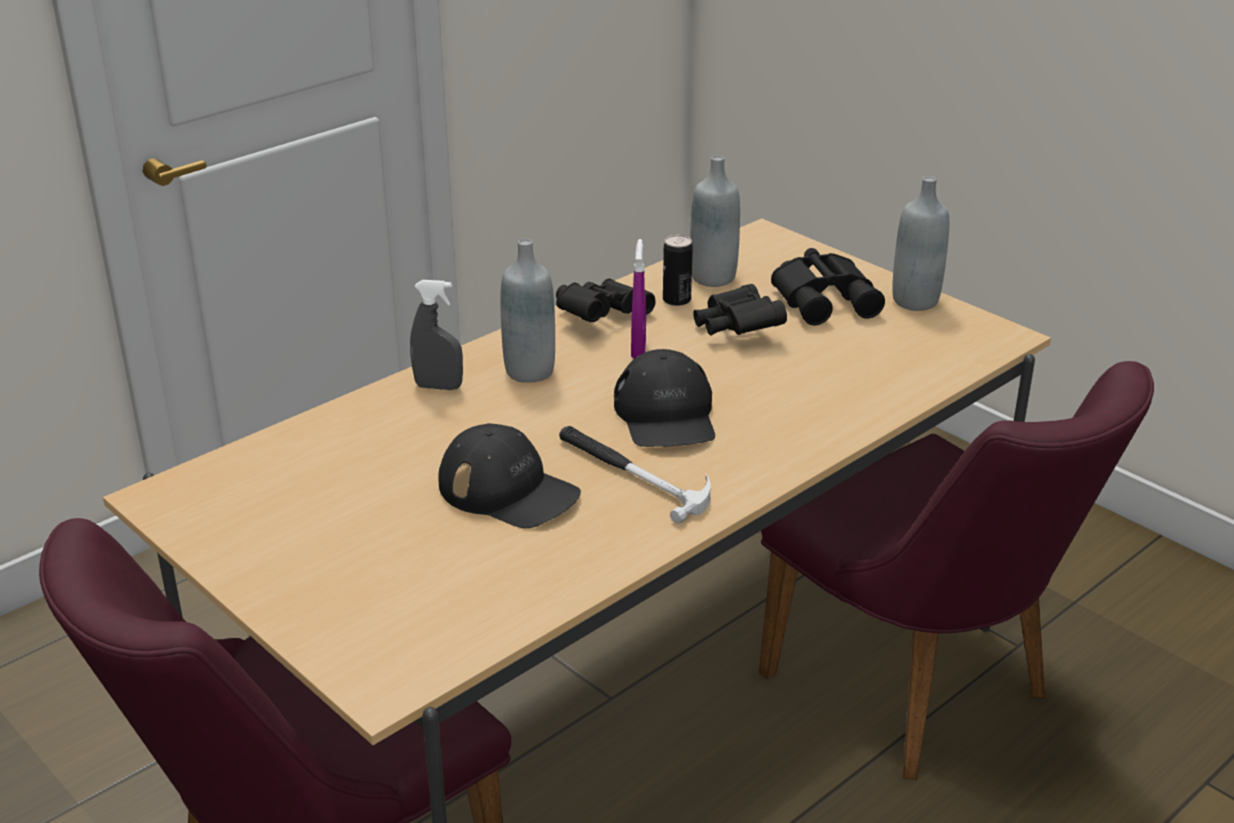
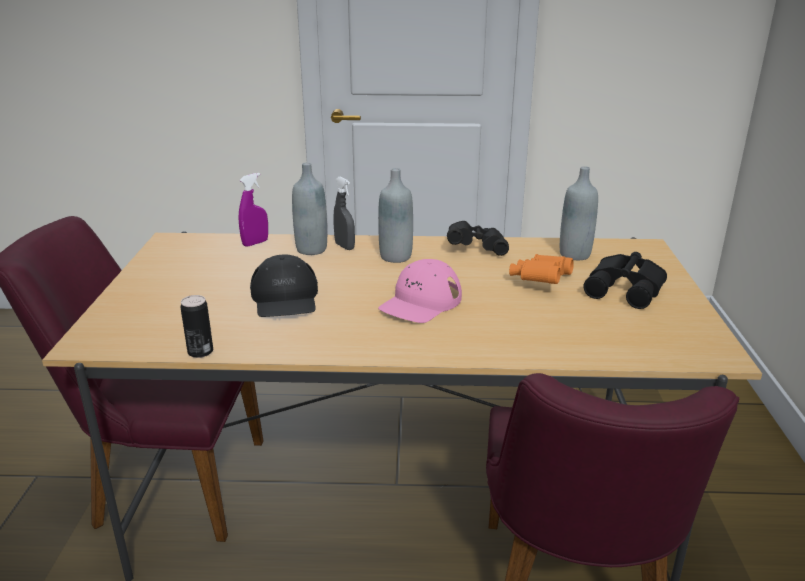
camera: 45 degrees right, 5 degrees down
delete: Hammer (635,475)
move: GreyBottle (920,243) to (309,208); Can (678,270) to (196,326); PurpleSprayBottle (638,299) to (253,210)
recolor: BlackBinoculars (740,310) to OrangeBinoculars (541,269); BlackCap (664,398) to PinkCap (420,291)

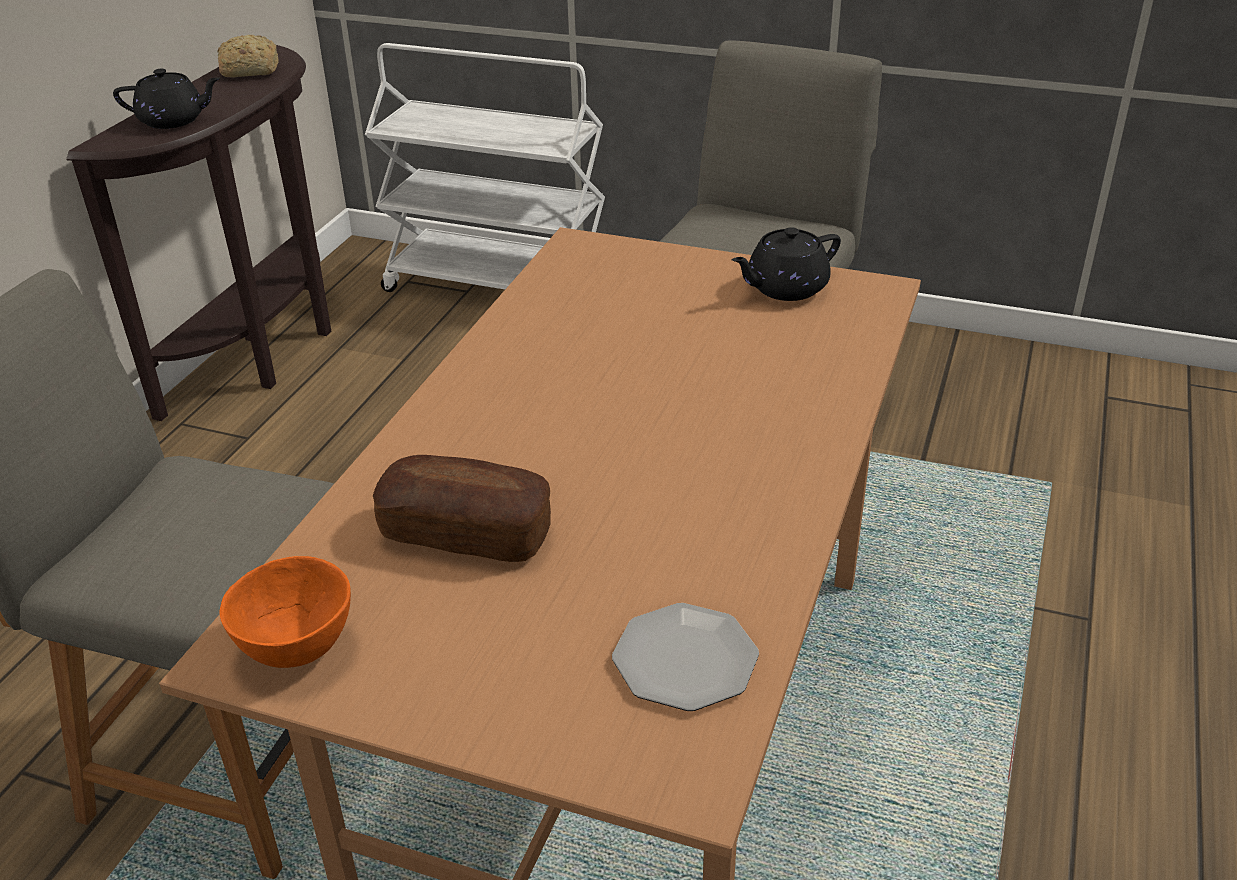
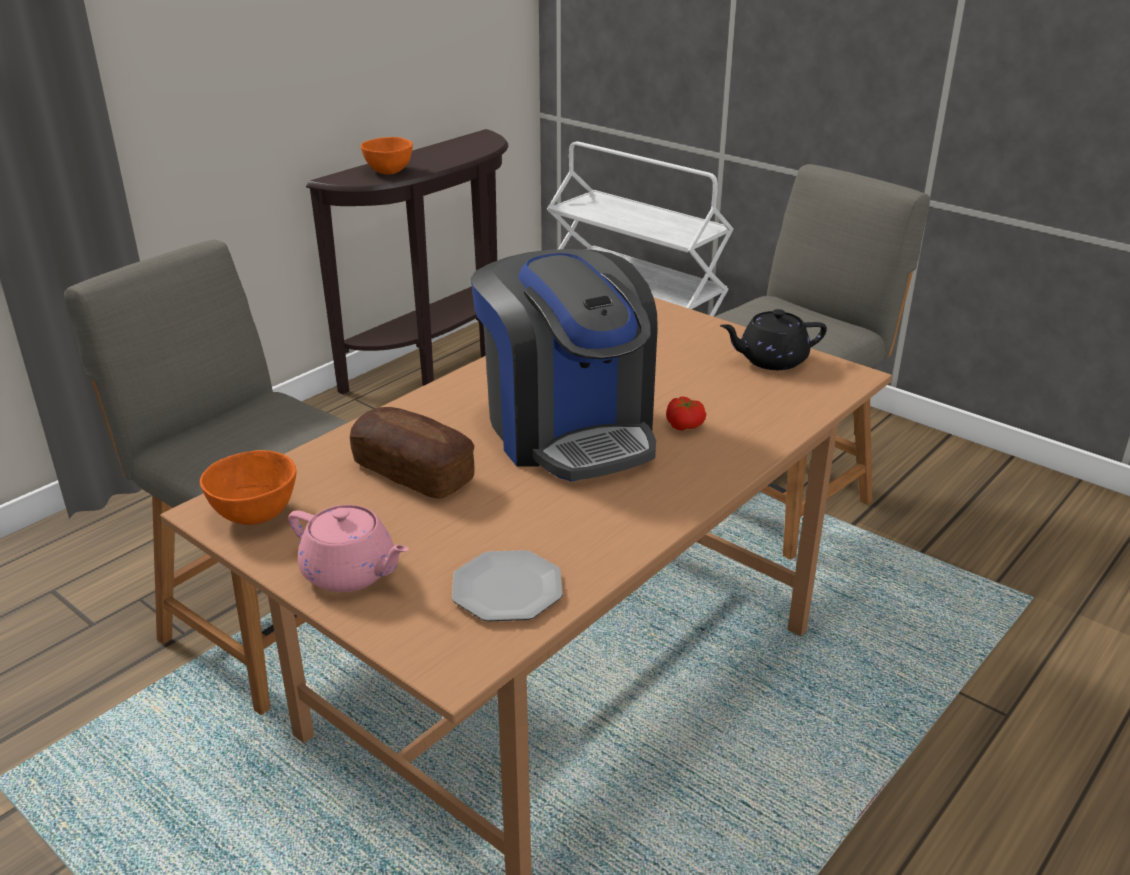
camera: 20 degrees right, 5 degrees down
delete: Bread (248,56)
insert: CoffeeMachine (564,365); Tomato (686,413); PinkTeapot (348,548)
replace: BlackTeapot (166,99) to OrangeBowl (387,155)

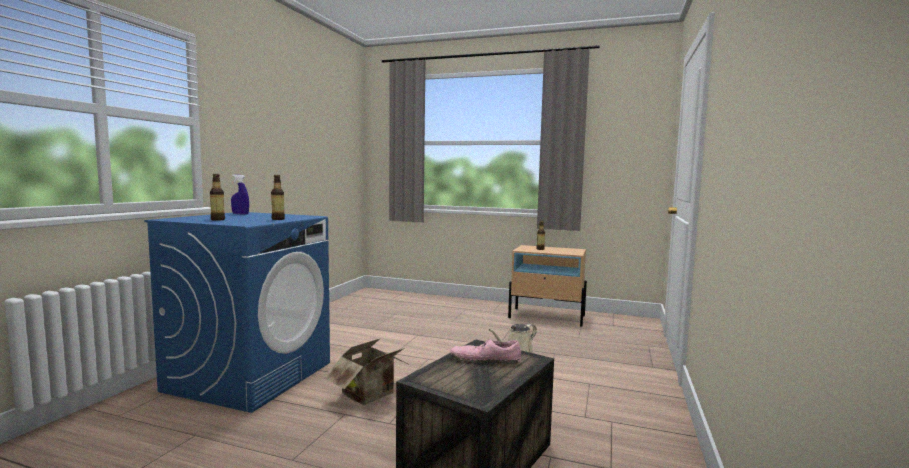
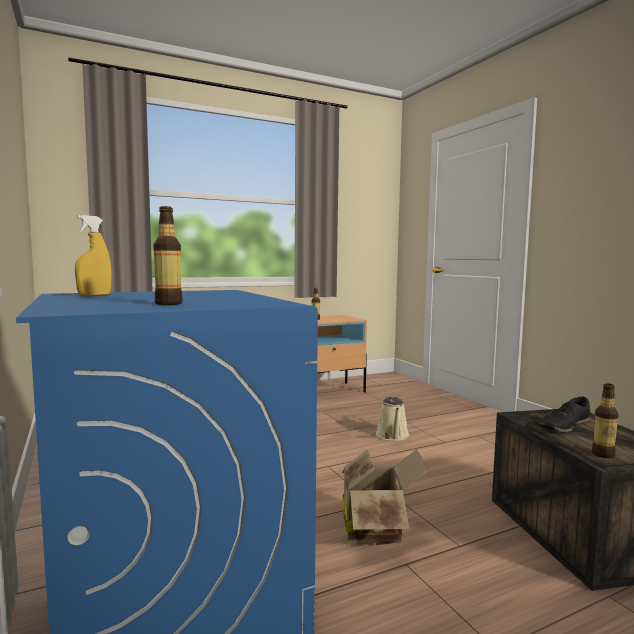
camera: 45 degrees left, 0 degrees up
move: Bottle (278,197) to (605,420)
recolor: BlueSprayBottle (240,194) to YellowSprayBottle (93,255); PinkShoe (485,351) to BlackShoe (564,415)

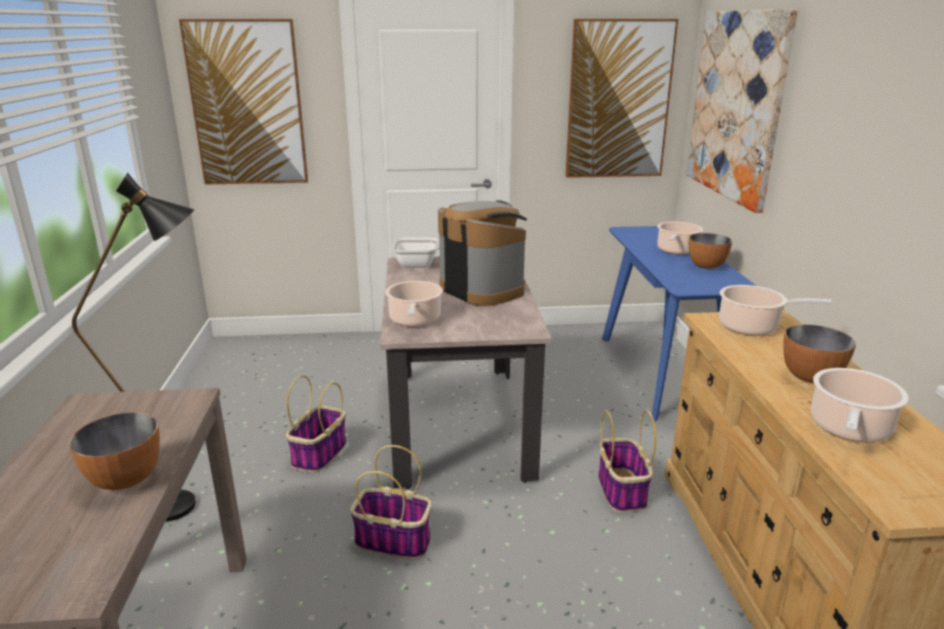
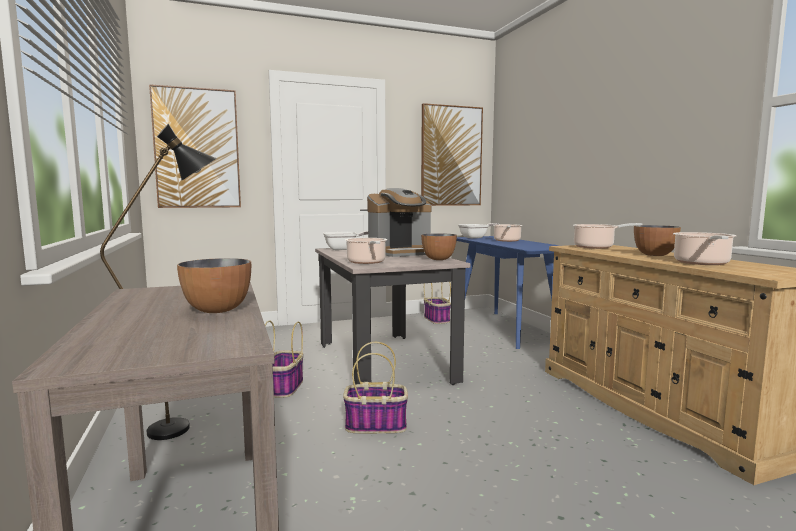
camera: 15 degrees left, 15 degrees down
delete: Picture (742,111)
insert: FryingPan (478,230)
move: Bowl (710,251) to (439,246); Basket (627,461) to (437,303)
rotate: CoffeeMachine (482,253) = (399,222) 120 degrees clockwise

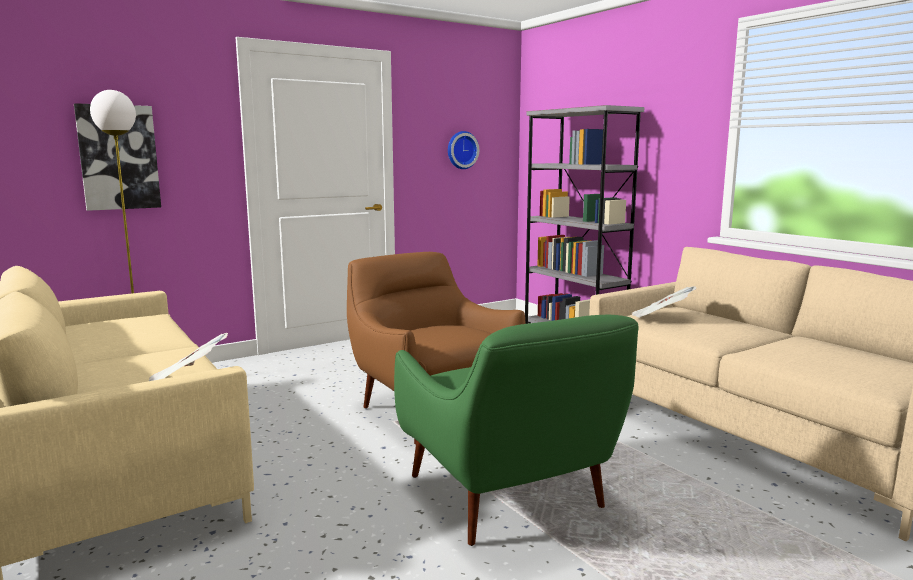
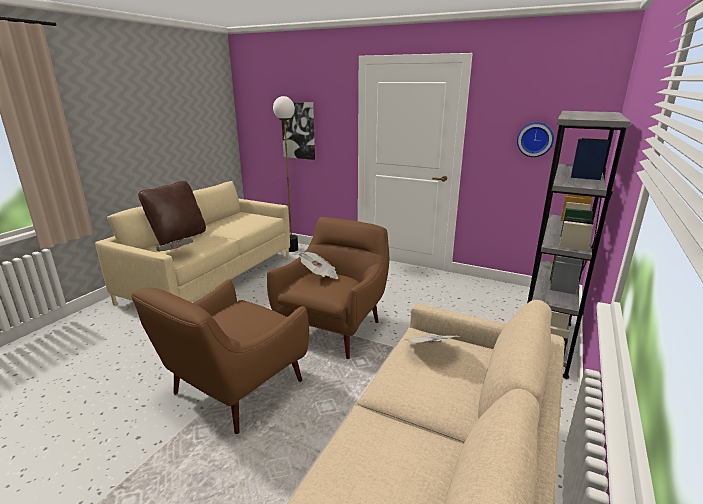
camera: 60 degrees right, 10 degrees up
insert: BrownPillow (172,213); Newspaper (318,265)
recolor: GreenArmchair (516,430) to BrownArmchair (220,356)

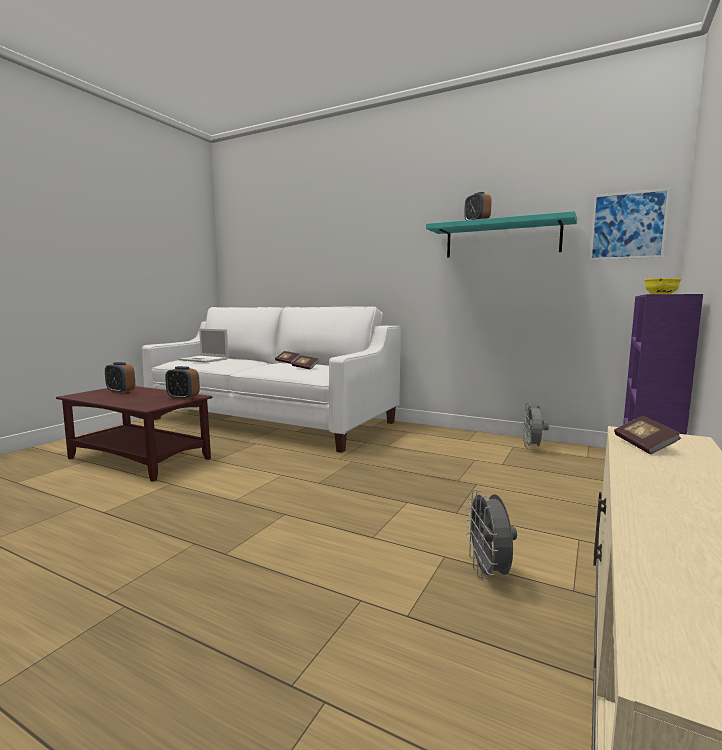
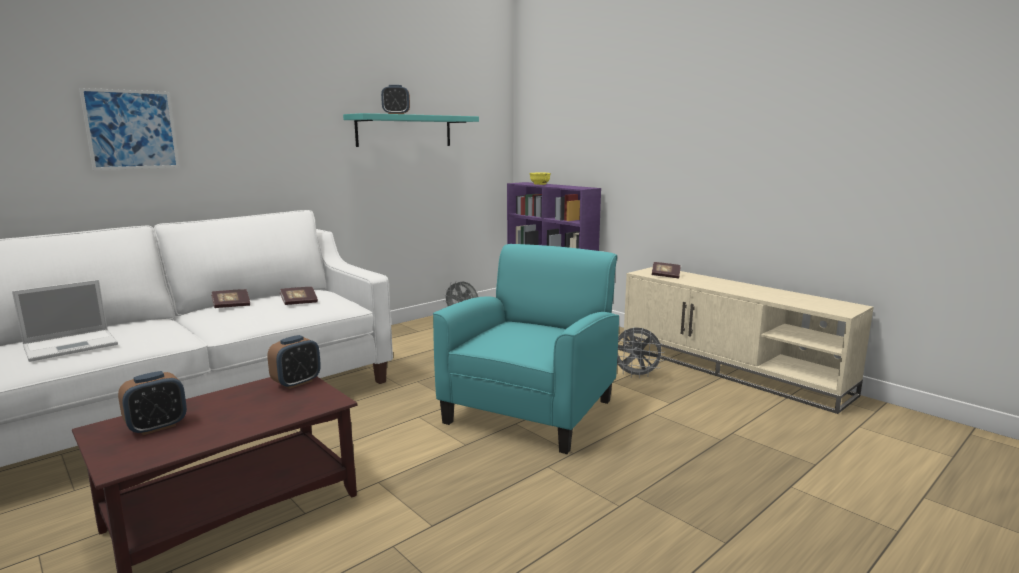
camera: 70 degrees left, 5 degrees up
insert: TurquoiseArmchair (526,349)
move: Picture (629,224) to (129,129)

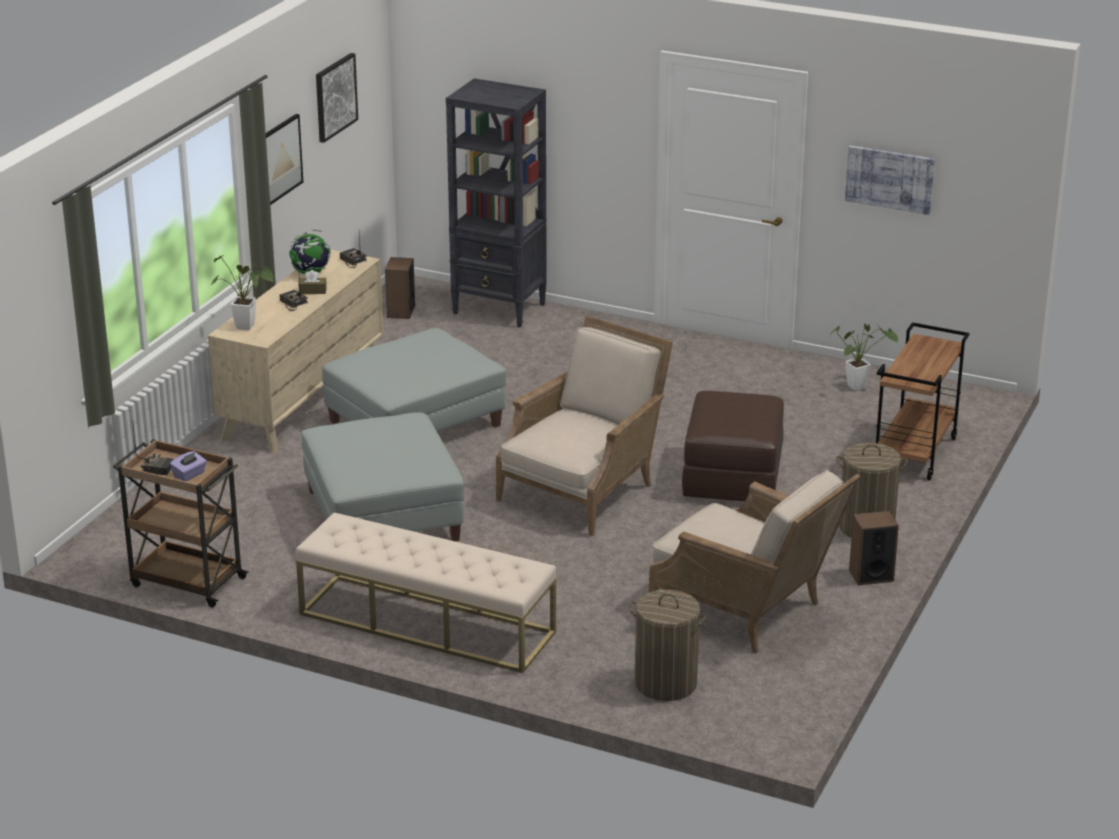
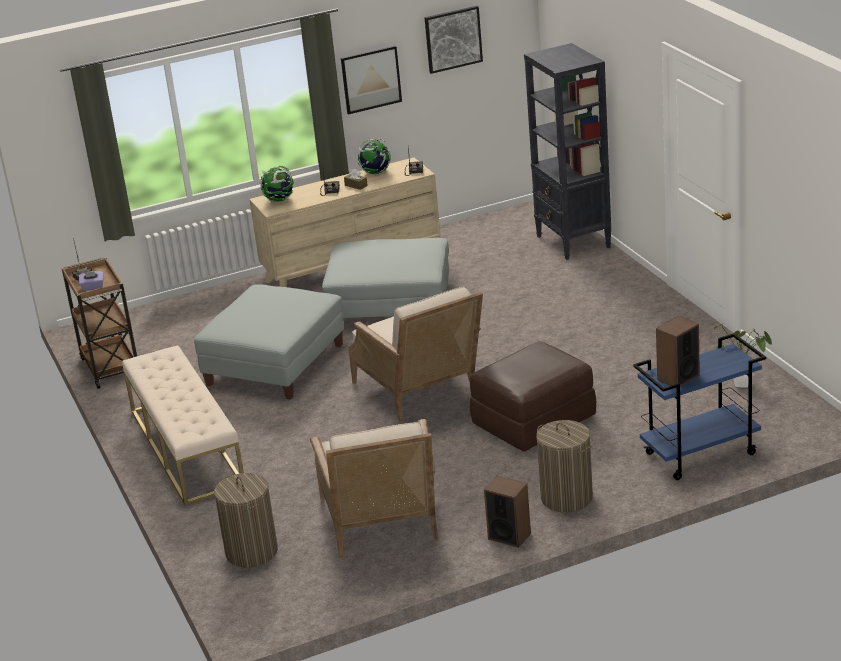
camera: 45 degrees right, 0 degrees up
delete: Picture (890,180)
move: Speaker (400,288) to (678,351)
replace: PottedPlant (242,292) to Globe (277,184)
recolor: BrownCart (923,401) to BlueCart (699,406)
rotate: BeigeArmchair (584,426) = (415,354) 75 degrees clockwise

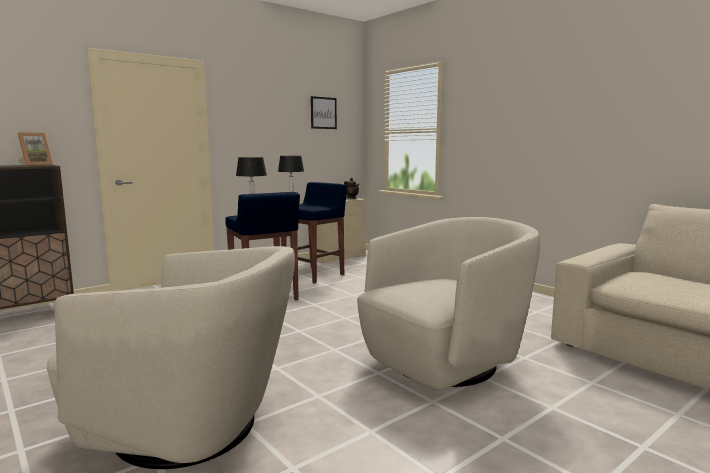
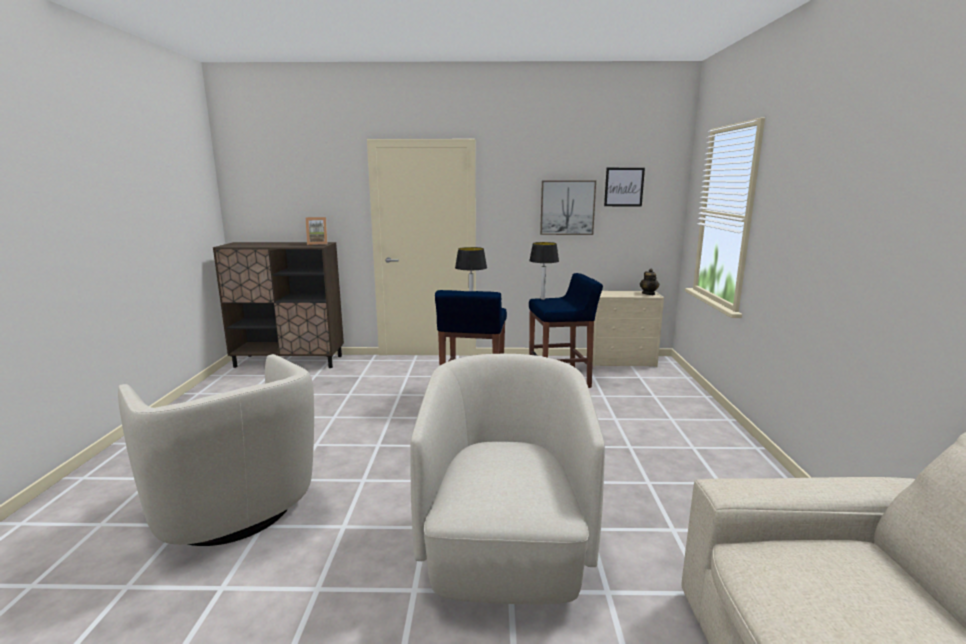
camera: 40 degrees right, 5 degrees up
insert: Picture (568,207)
rotate: BeigeArmchair (448,303) = (507,479) 90 degrees counterclockwise

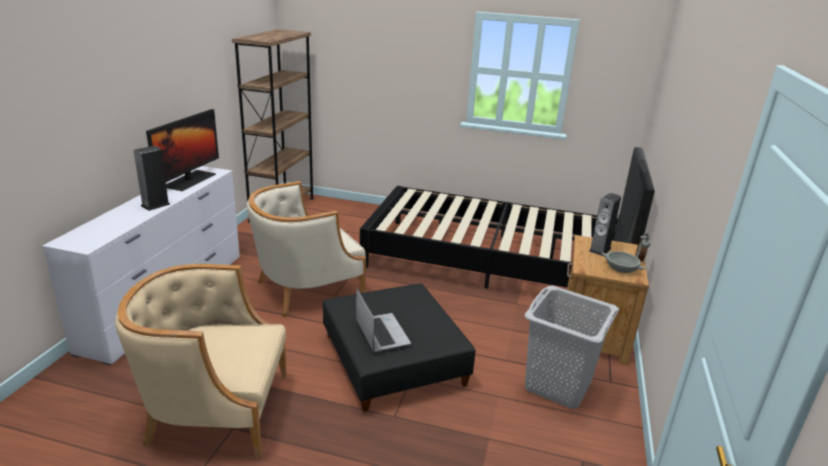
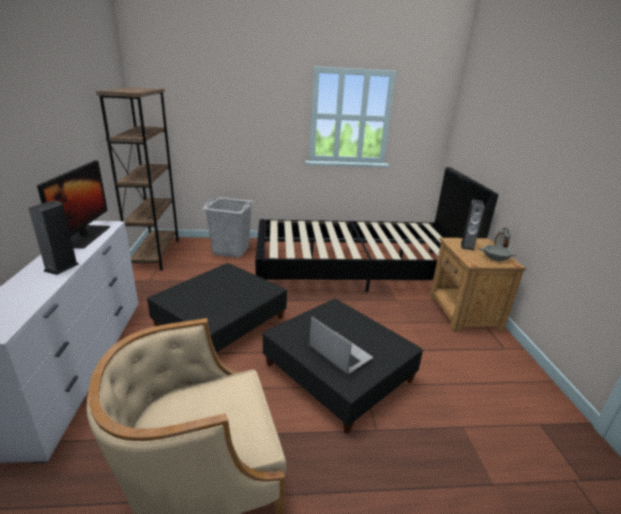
camera: 20 degrees left, 0 degrees up
move: GreyLaundryBasket (572,347) to (228,227)
replace: BeigeArmchair (306,249) to BlackOttoman (217,308)

